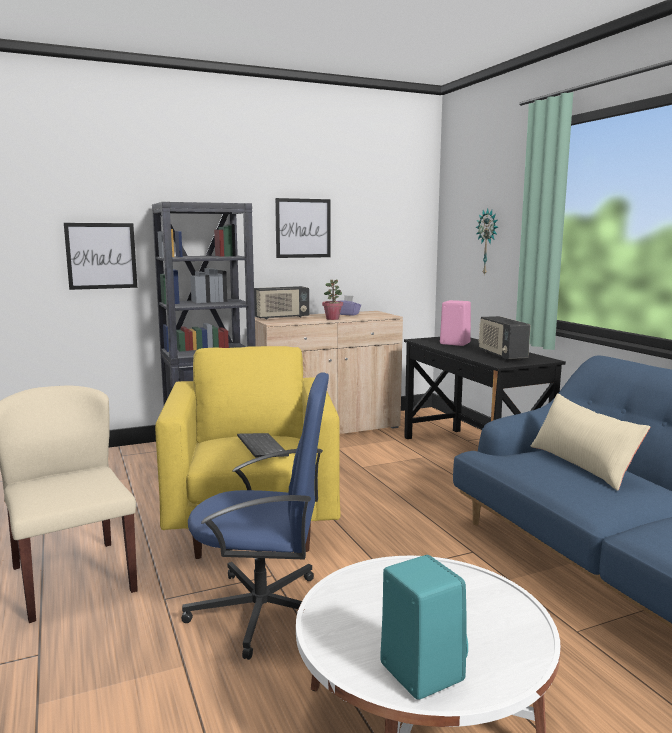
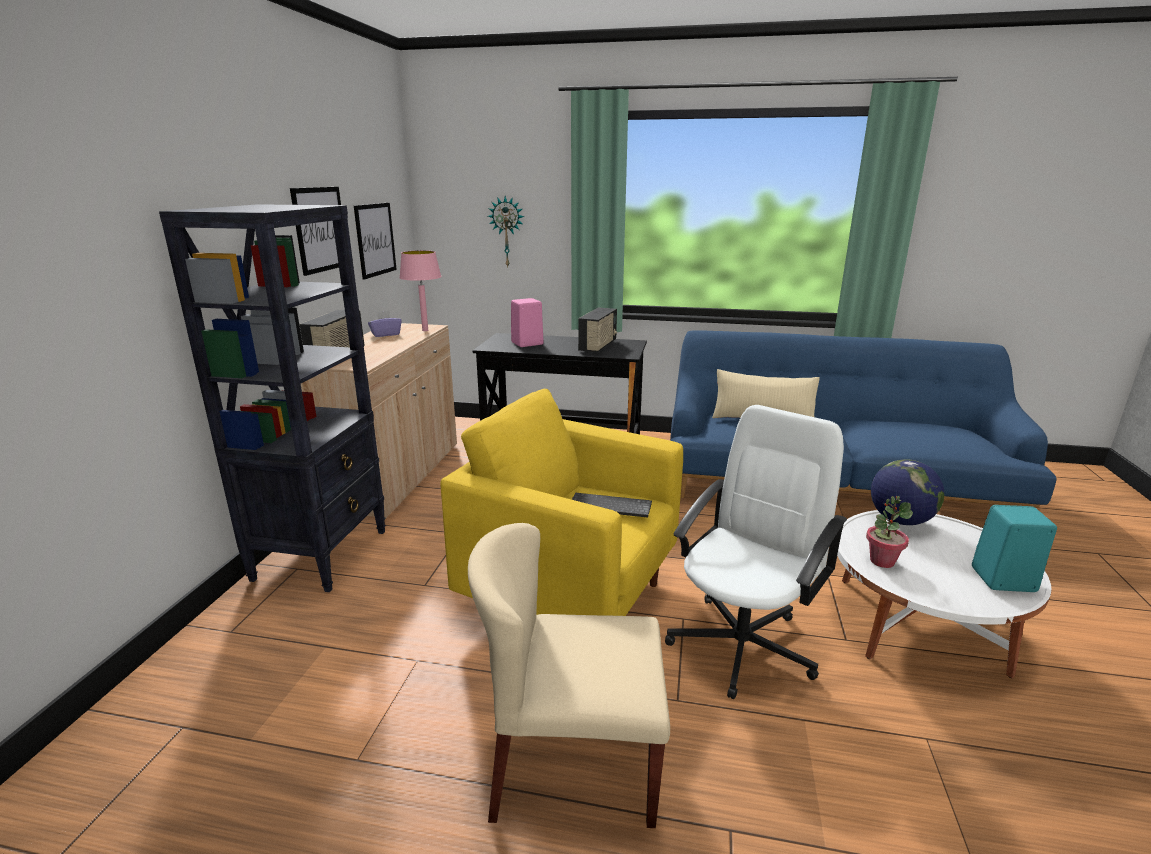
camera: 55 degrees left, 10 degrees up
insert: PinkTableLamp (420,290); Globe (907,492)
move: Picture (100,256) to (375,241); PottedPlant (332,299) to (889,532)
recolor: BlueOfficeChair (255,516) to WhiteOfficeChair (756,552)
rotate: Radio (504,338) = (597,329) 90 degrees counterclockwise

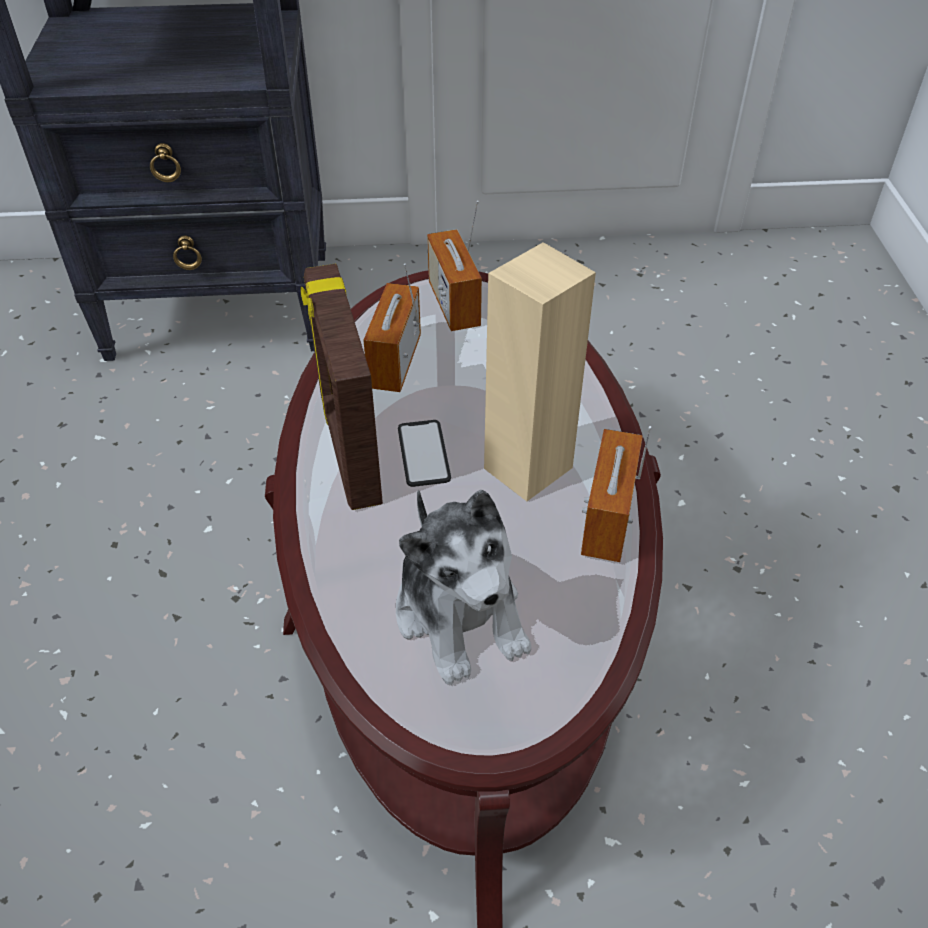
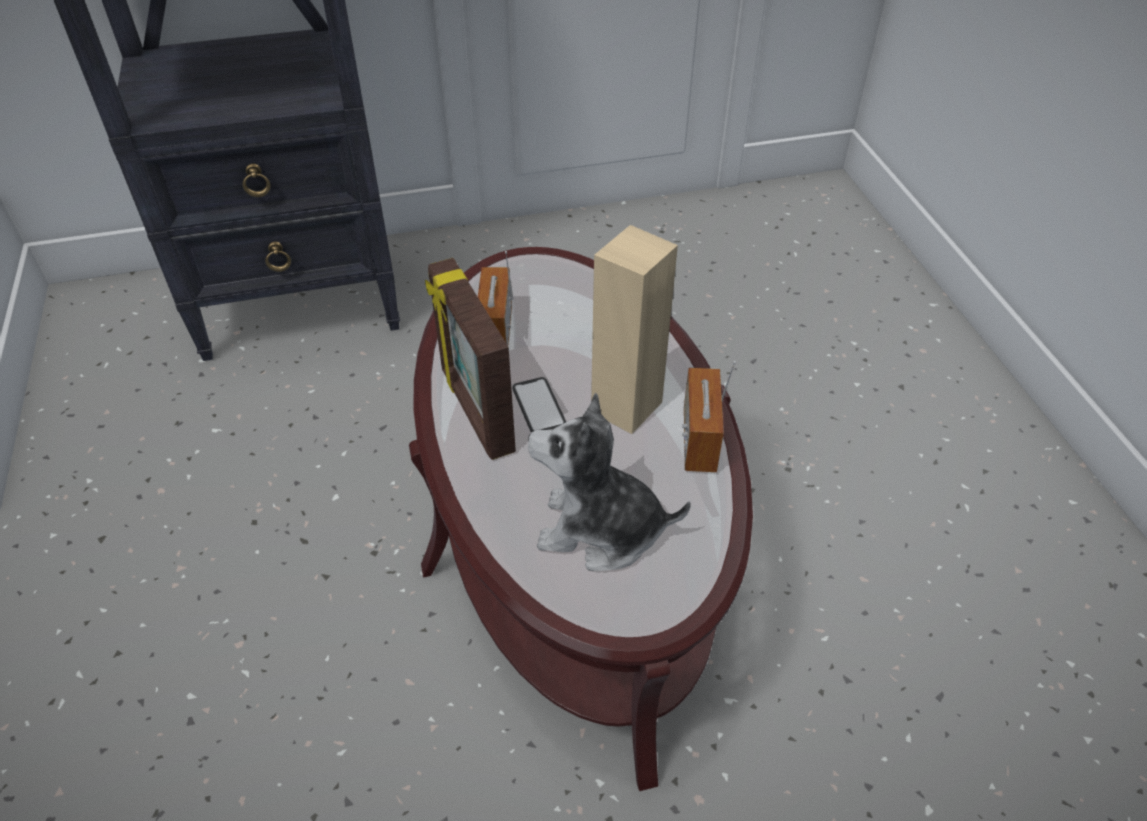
camera: 10 degrees left, 0 degrees up
delete: Radio (454,265)
rotate: PlushToy (463,587) = (609,482) 135 degrees clockwise

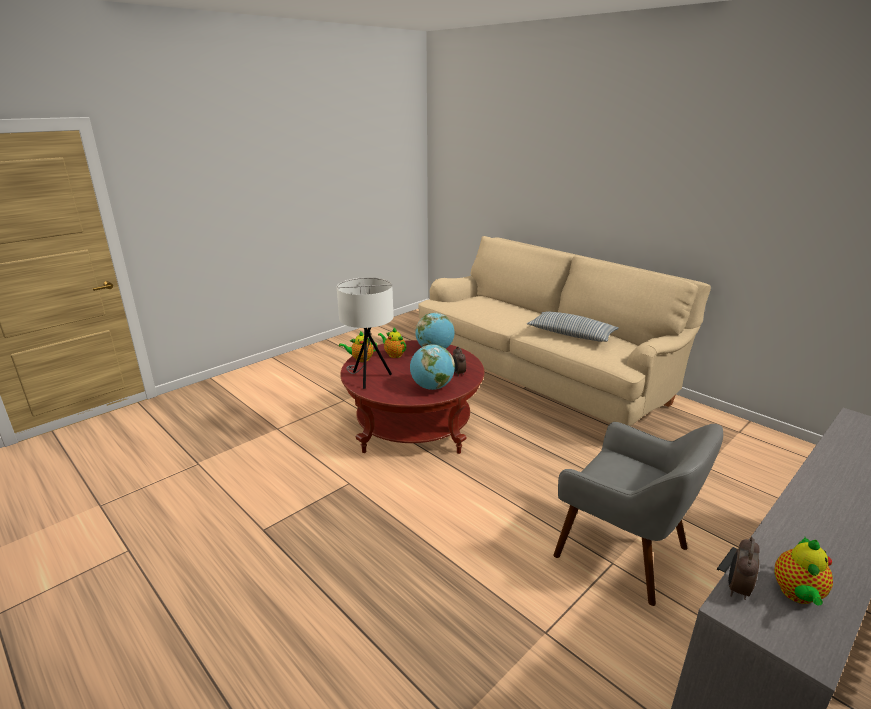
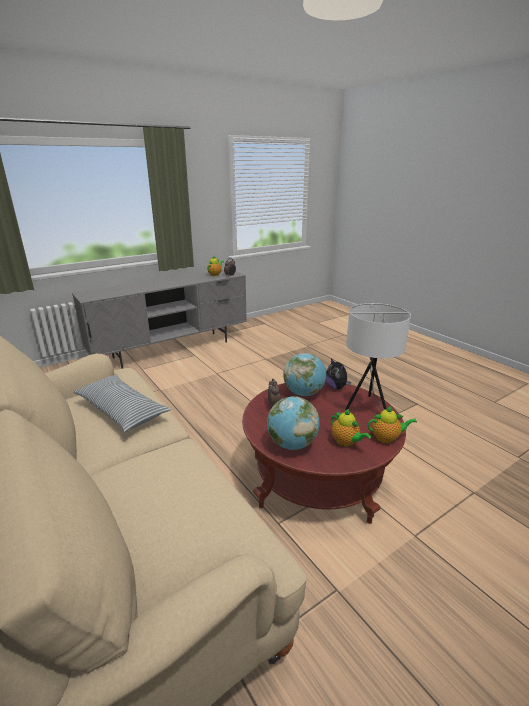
camera: 170 degrees left, 0 degrees up
delete: GreyArmchair (638,514)
insert: PlushToy (338,373)

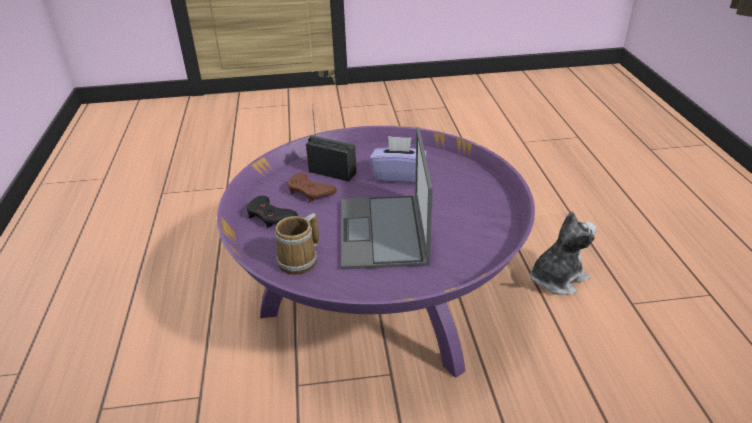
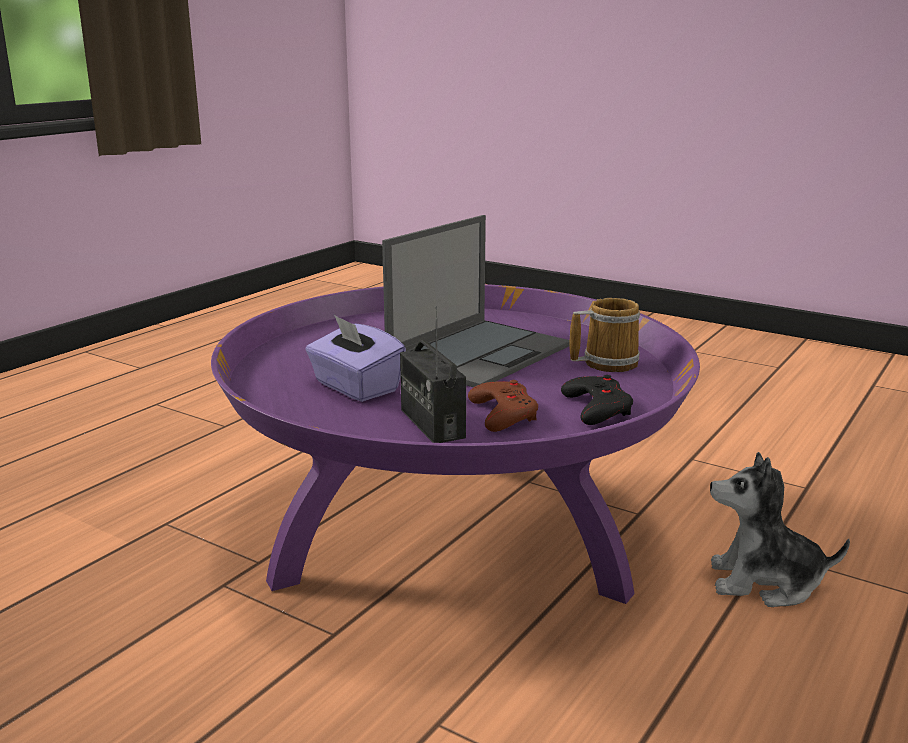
camera: 140 degrees left, 15 degrees down
move: PlushToy (563,253) to (780,529)

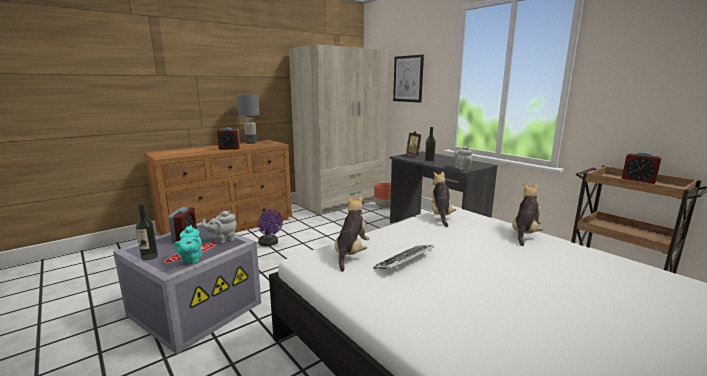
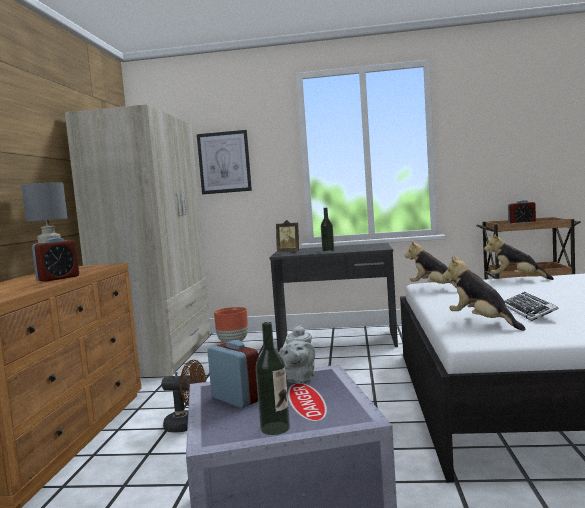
camera: 45 degrees left, 10 degrees down
delete: GreyTeapot (463,158); TurquoiseTeapot (188,244)
recolor: PurpleFan (270,228) to BrownFan (183,396)
rotate: PlushToy (527,214) = (519,257) 45 degrees counterclockwise

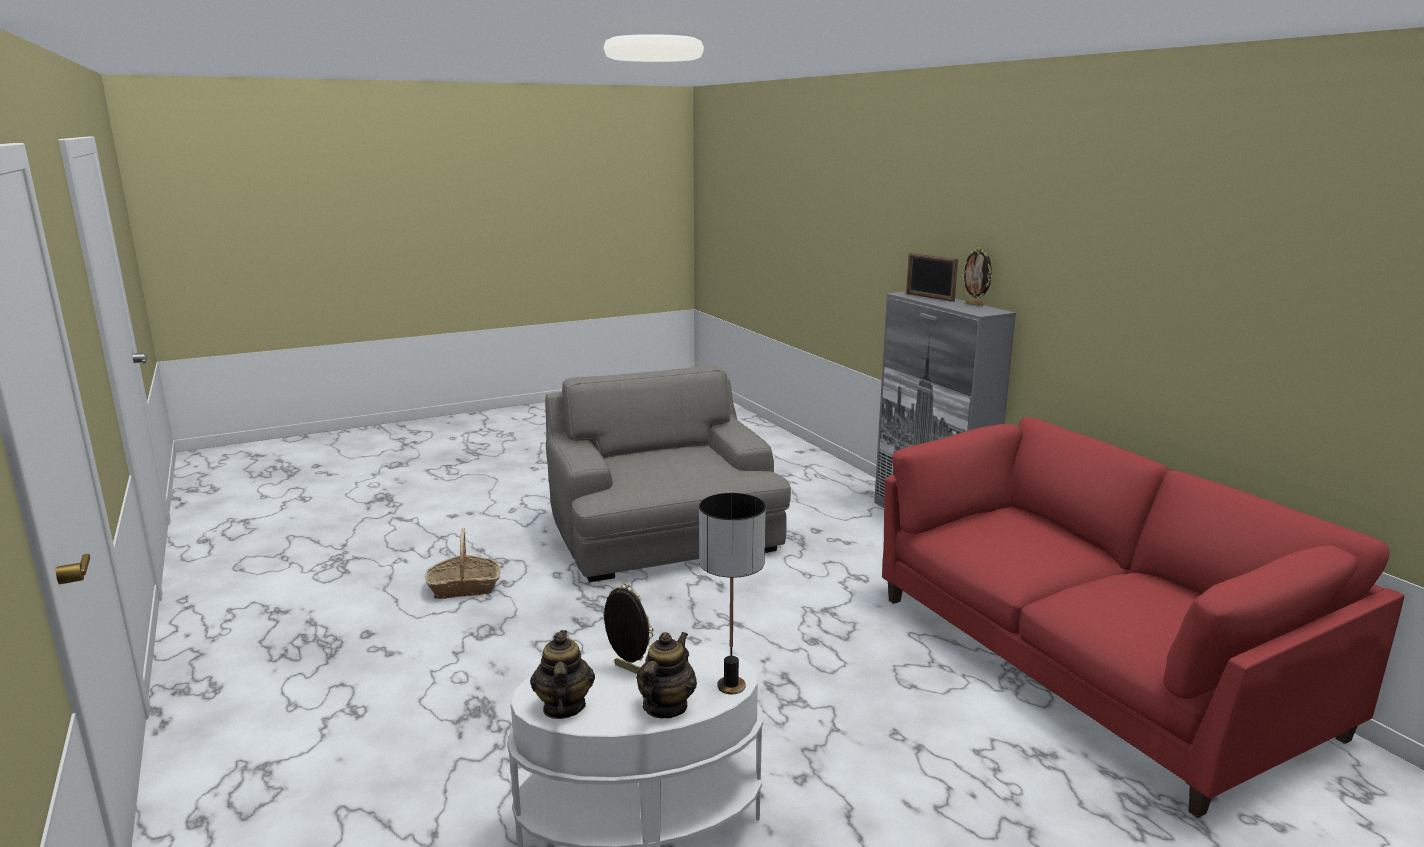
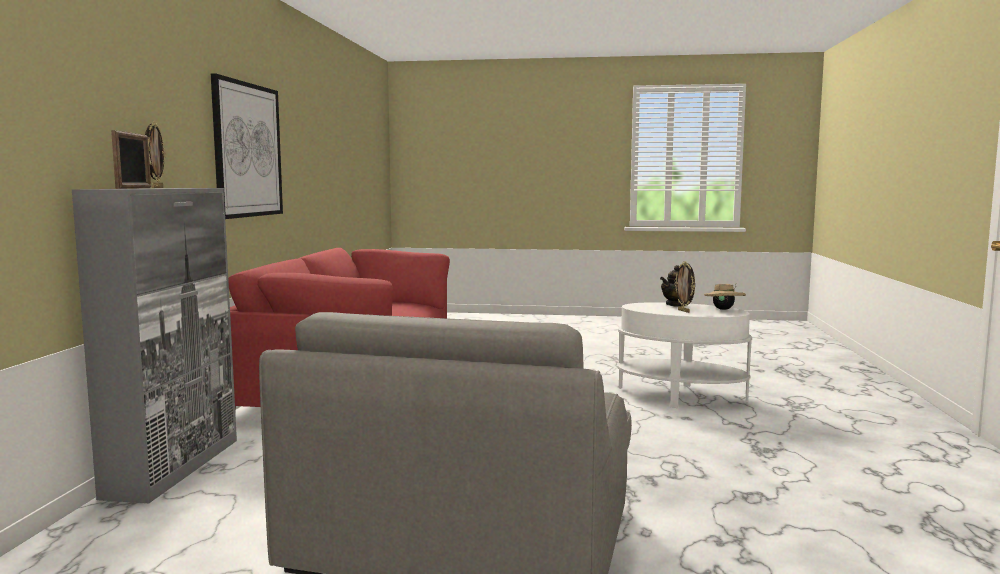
camera: 145 degrees left, 10 degrees down
delete: TableLamp (732,593); Basket (463,563)
insert: Picture (247,146)
replace: Teapot (562,674) to BeigeHat (725,297)

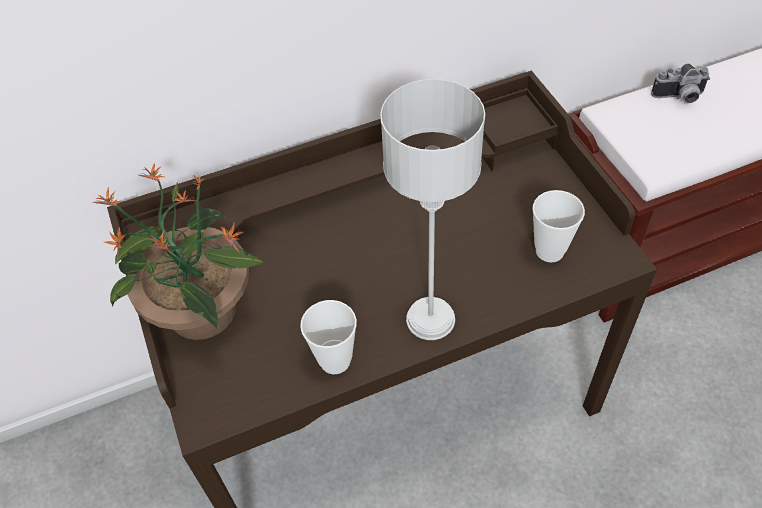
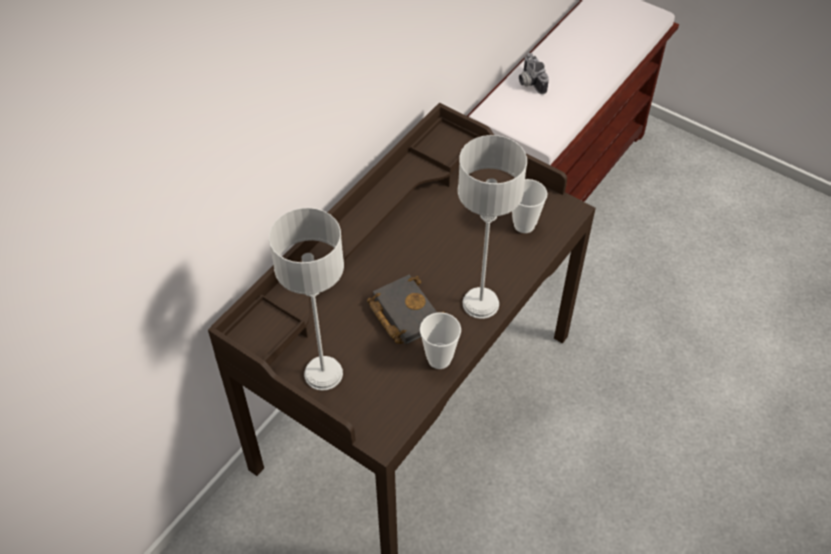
camera: 35 degrees left, 0 degrees up
insert: BlackBook (406,309)
replace: PottedPlant (178,251) to GreyTableLamp (306,299)
rotate: PhotoCamera (680,83) = (534,73) 105 degrees clockwise

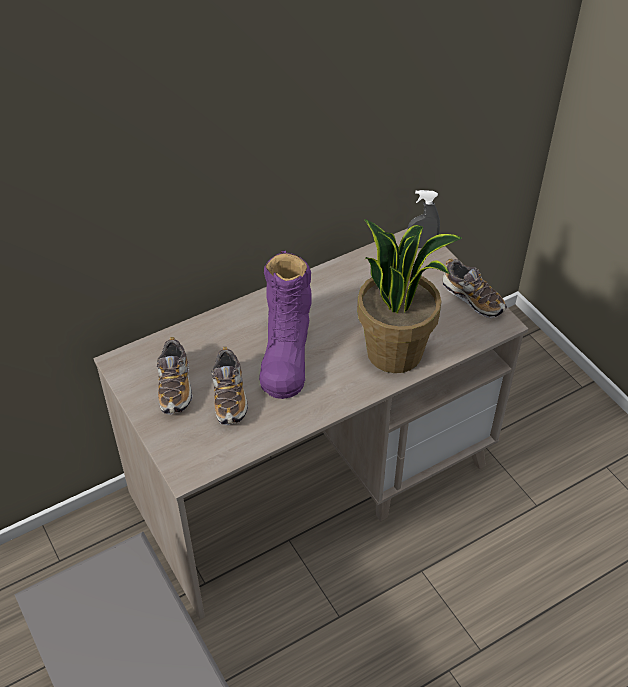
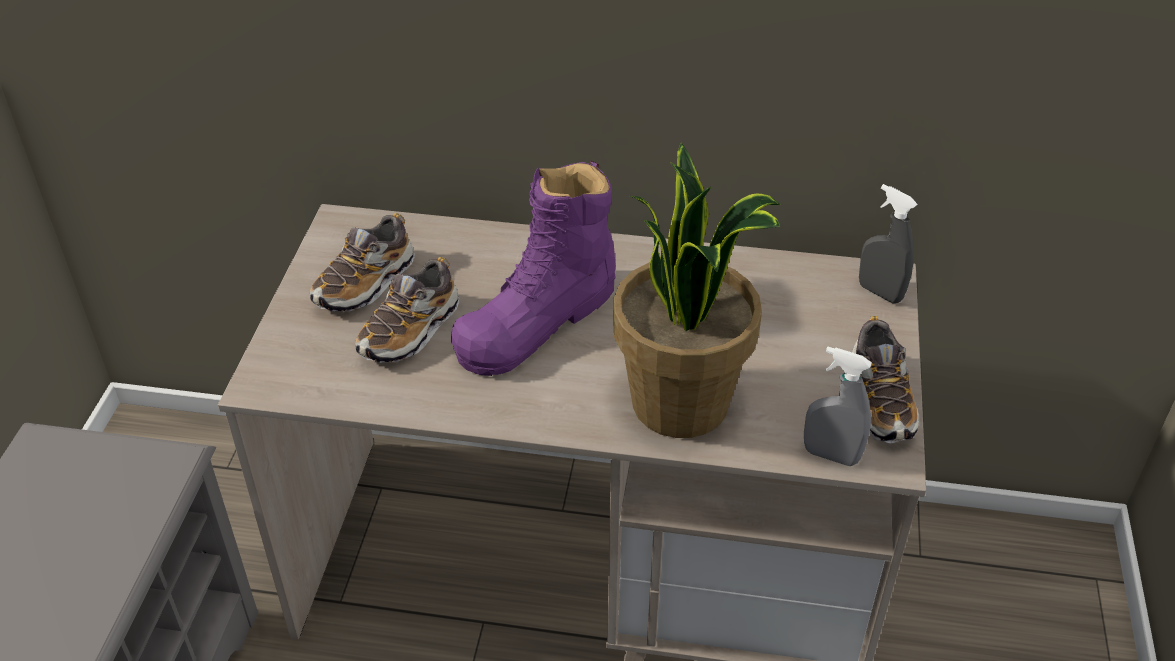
camera: 40 degrees right, 5 degrees down
insert: GreySprayBottle (838,406)

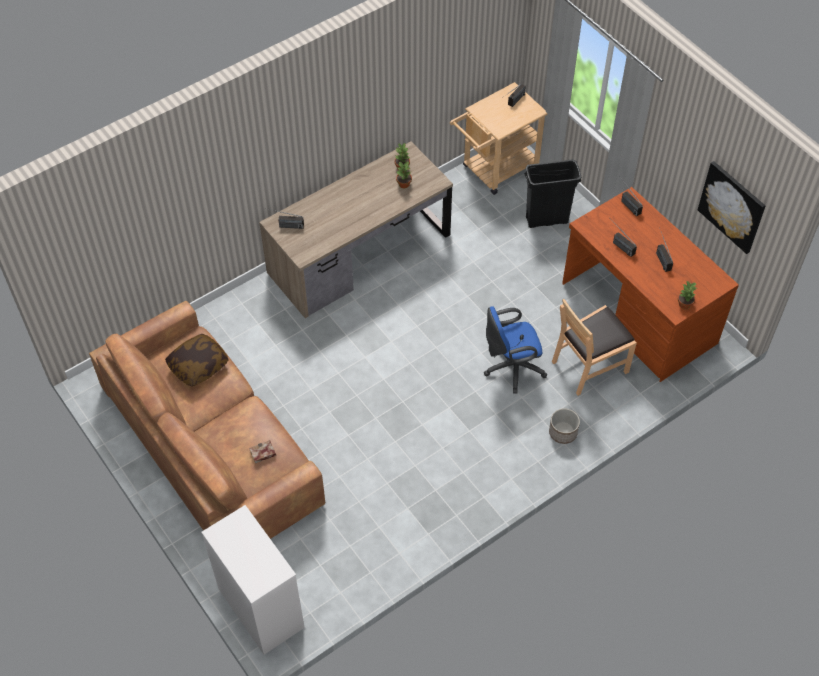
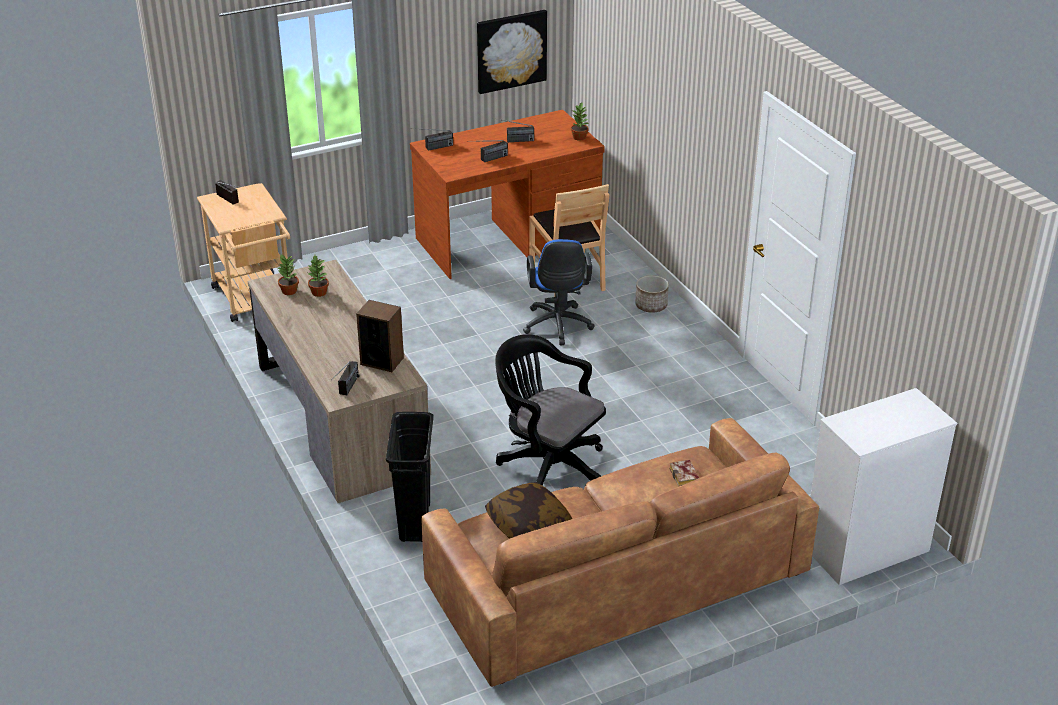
camera: 80 degrees left, 20 degrees down
insert: Speaker (380,336); BlackOfficeChair (550,410)
move: BlackTrashCan (552,193) to (410,477)

